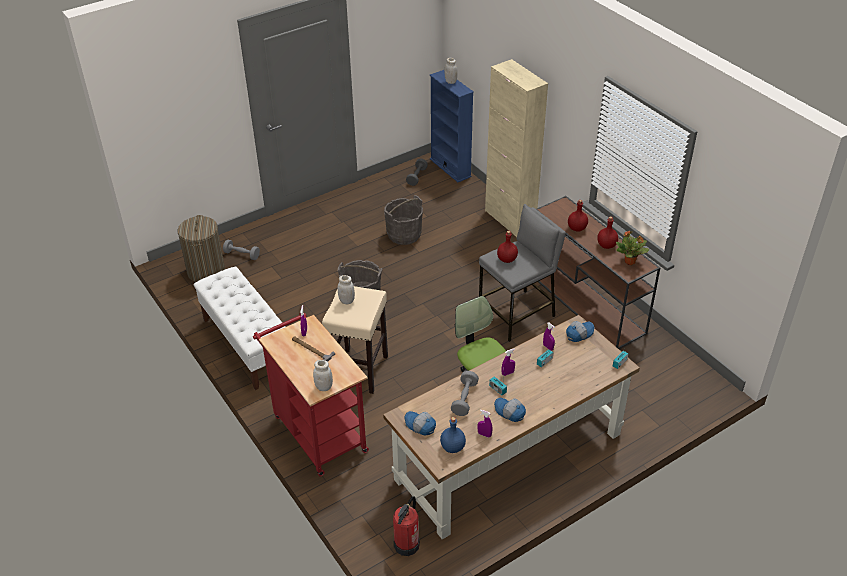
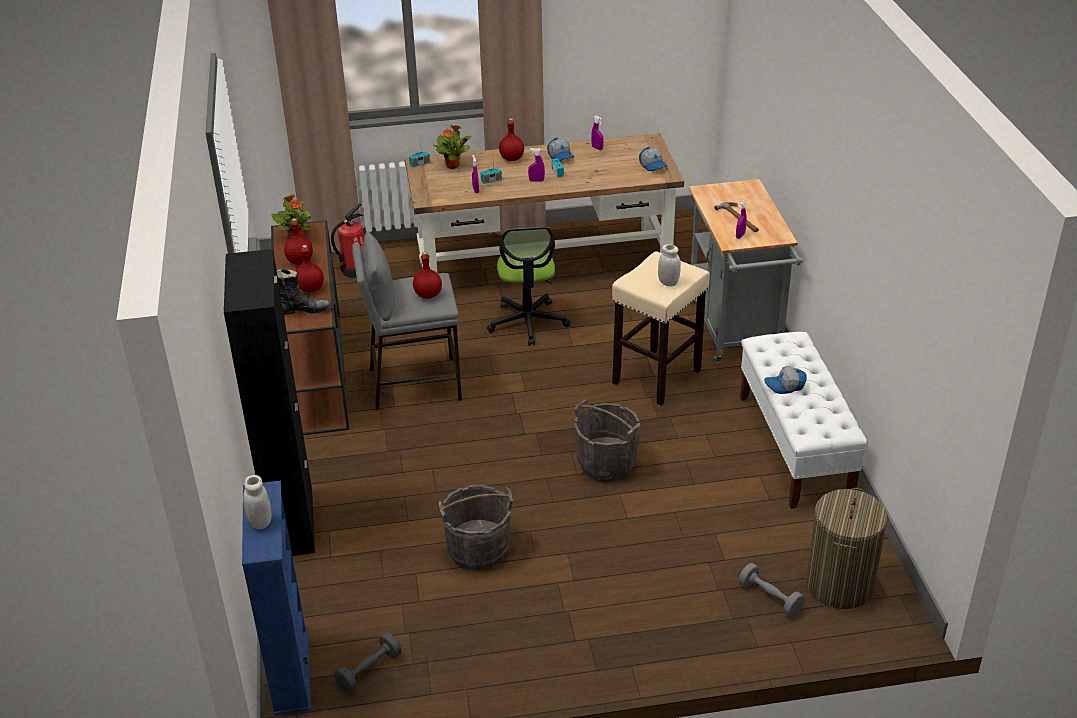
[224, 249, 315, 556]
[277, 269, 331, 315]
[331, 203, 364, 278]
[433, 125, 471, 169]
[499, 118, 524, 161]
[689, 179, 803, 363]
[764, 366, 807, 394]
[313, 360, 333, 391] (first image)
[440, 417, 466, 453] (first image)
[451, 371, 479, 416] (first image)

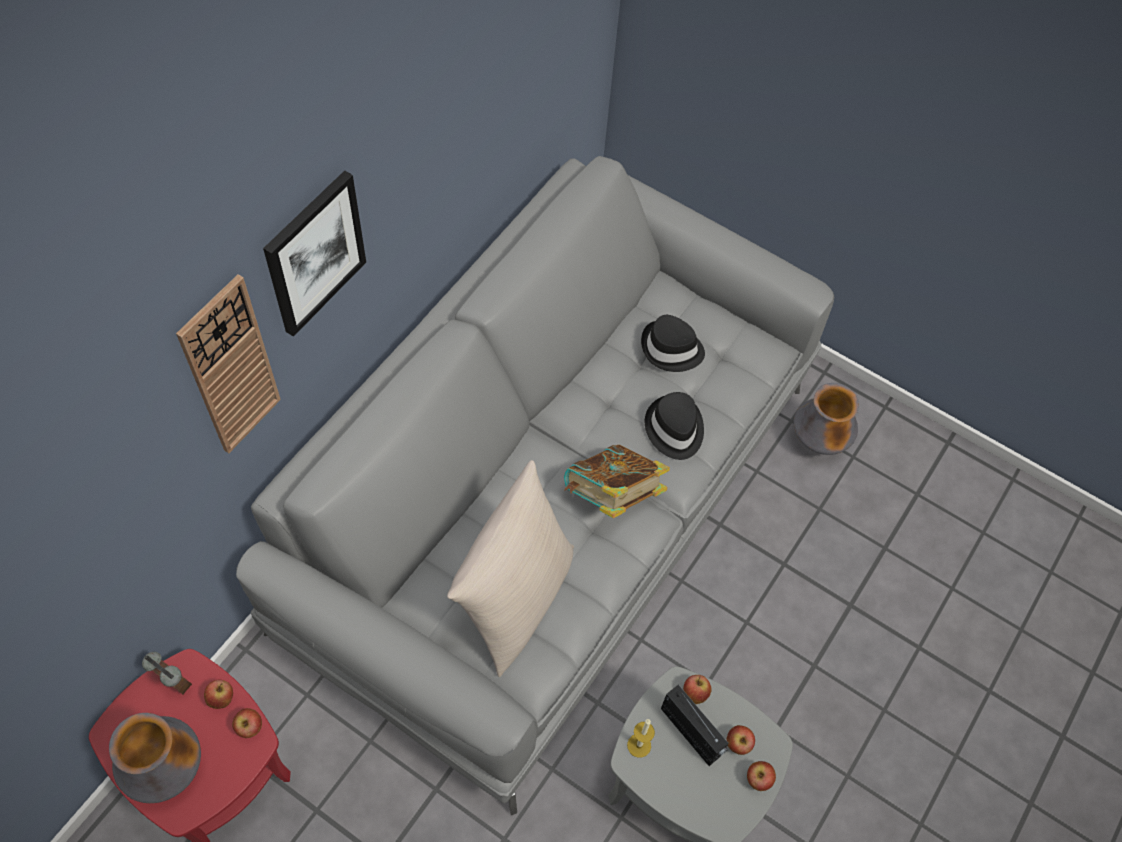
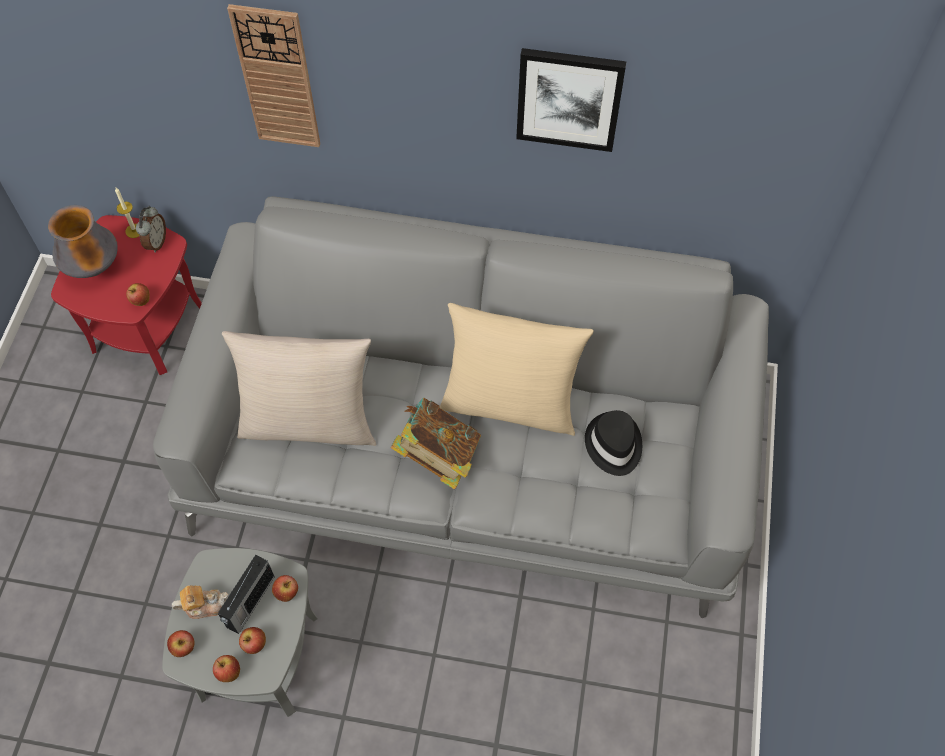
[115, 188, 139, 238]
[167, 630, 195, 657]
[172, 585, 228, 619]
[439, 303, 594, 436]
[516, 48, 626, 152]
[645, 392, 704, 460] (first image)
[794, 383, 859, 455] (first image)

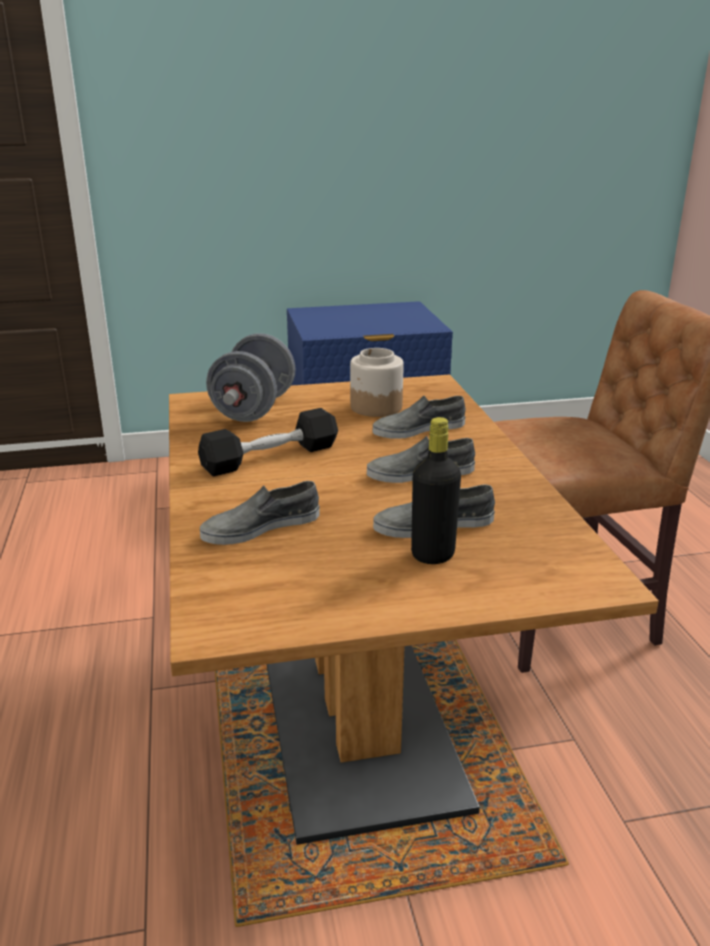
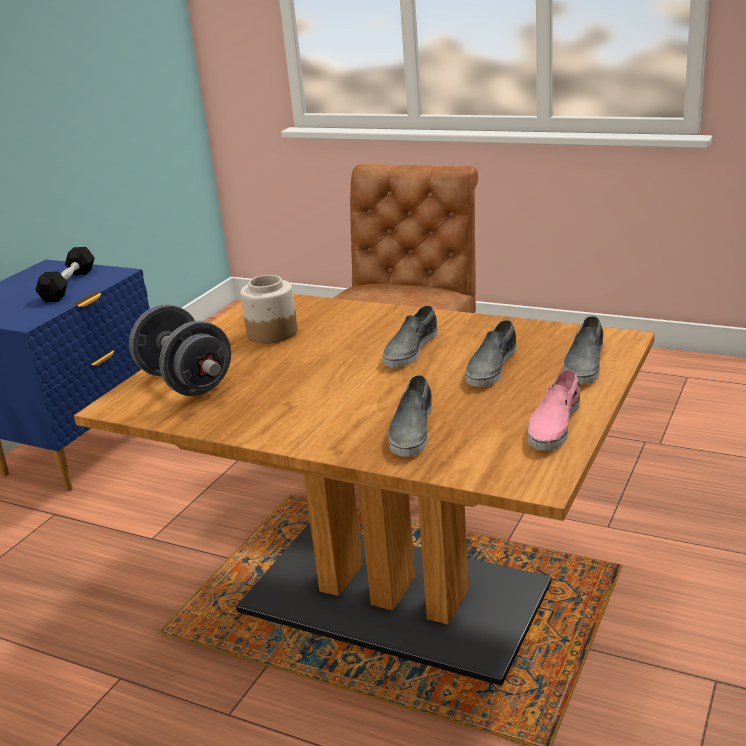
[35, 247, 95, 302]
[527, 370, 580, 451]
[563, 316, 603, 384]
[411, 417, 461, 564] (first image)

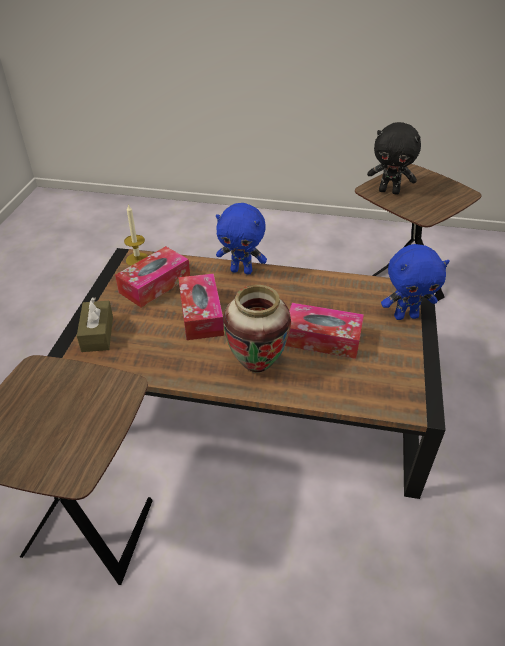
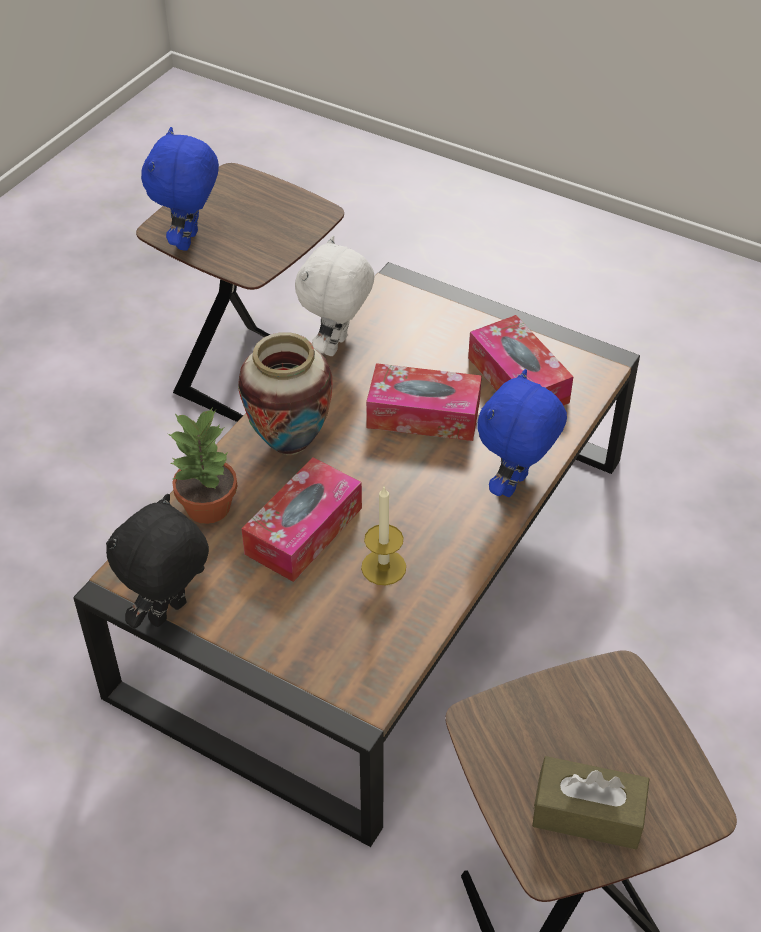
[106, 494, 209, 628]
[141, 127, 219, 251]
[168, 408, 237, 524]
[295, 235, 375, 356]
[361, 485, 406, 585]
[532, 756, 649, 849]

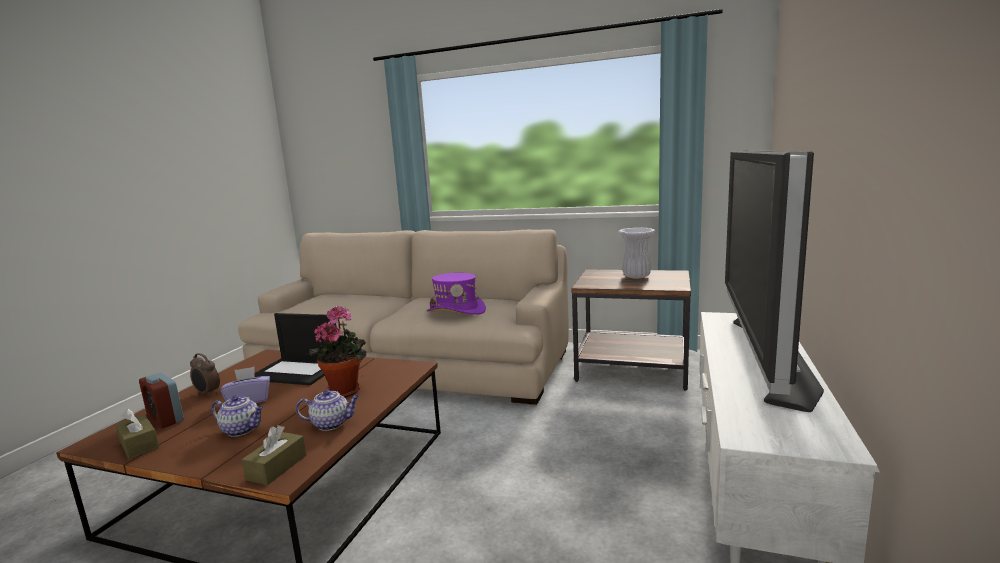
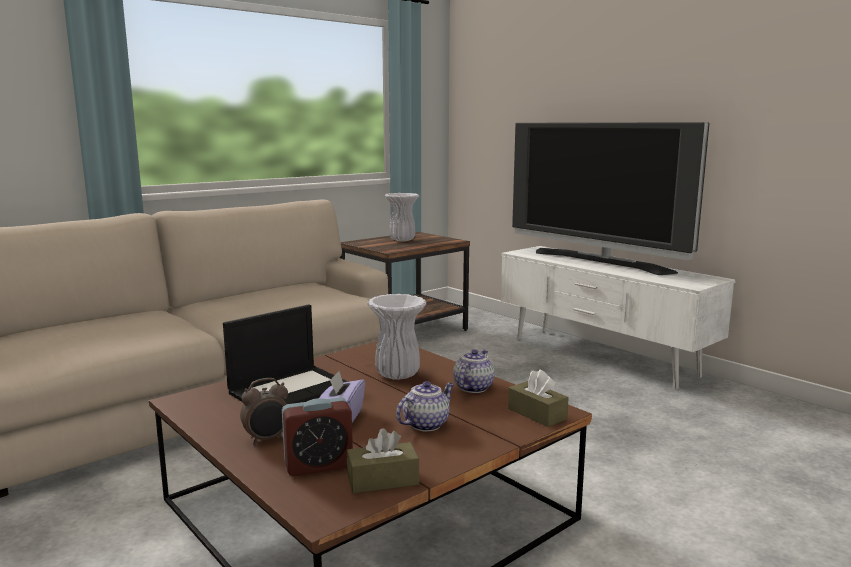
[367, 294, 426, 380]
[427, 273, 486, 315] (first image)

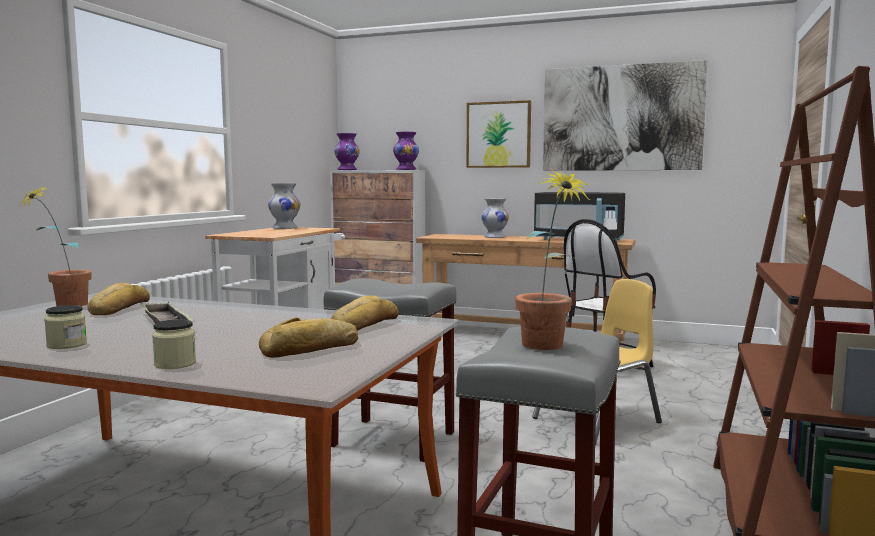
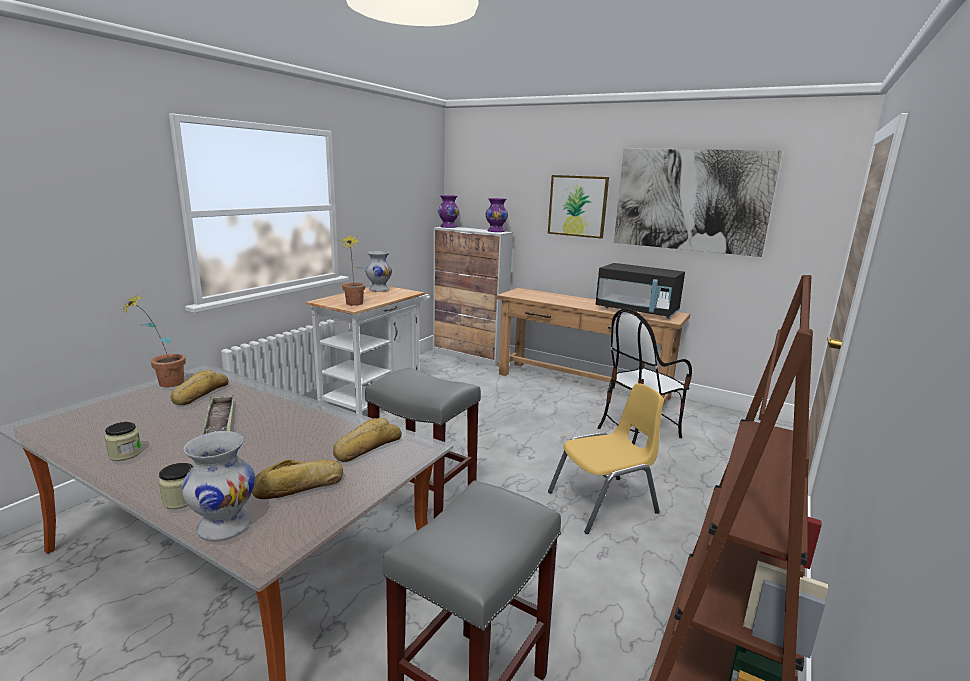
[182, 431, 255, 540]
[338, 235, 366, 306]

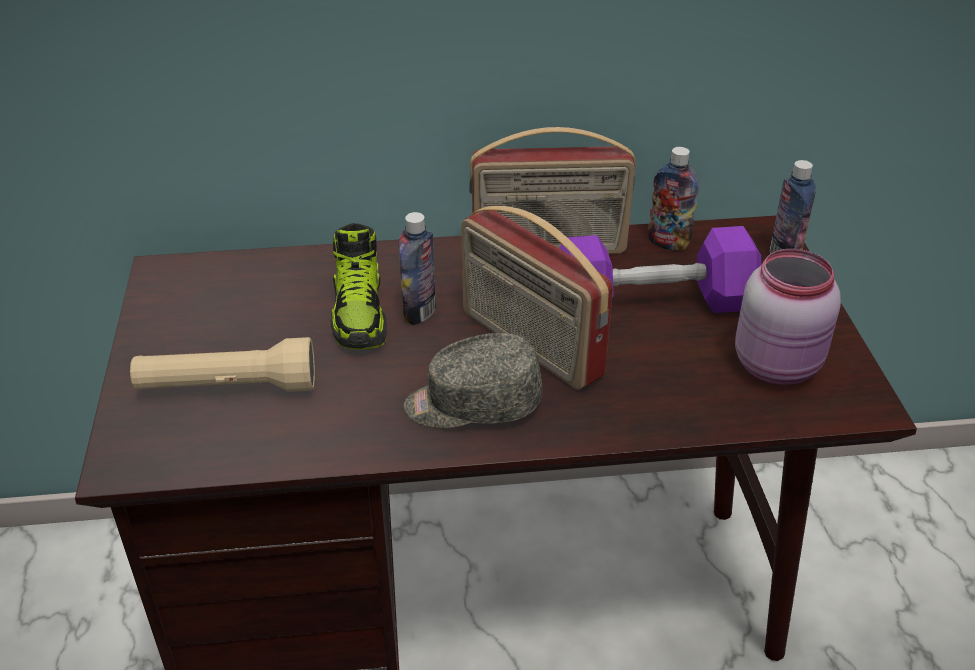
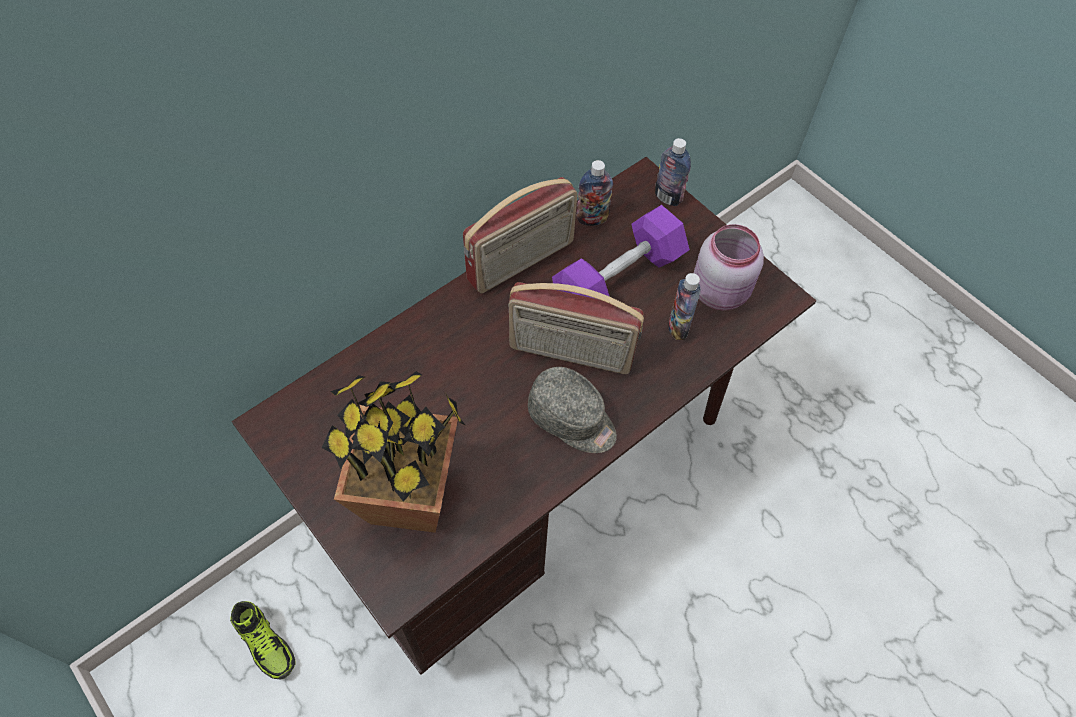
[230, 601, 296, 679]
[322, 371, 466, 533]
[528, 367, 617, 453]
[668, 273, 701, 340]

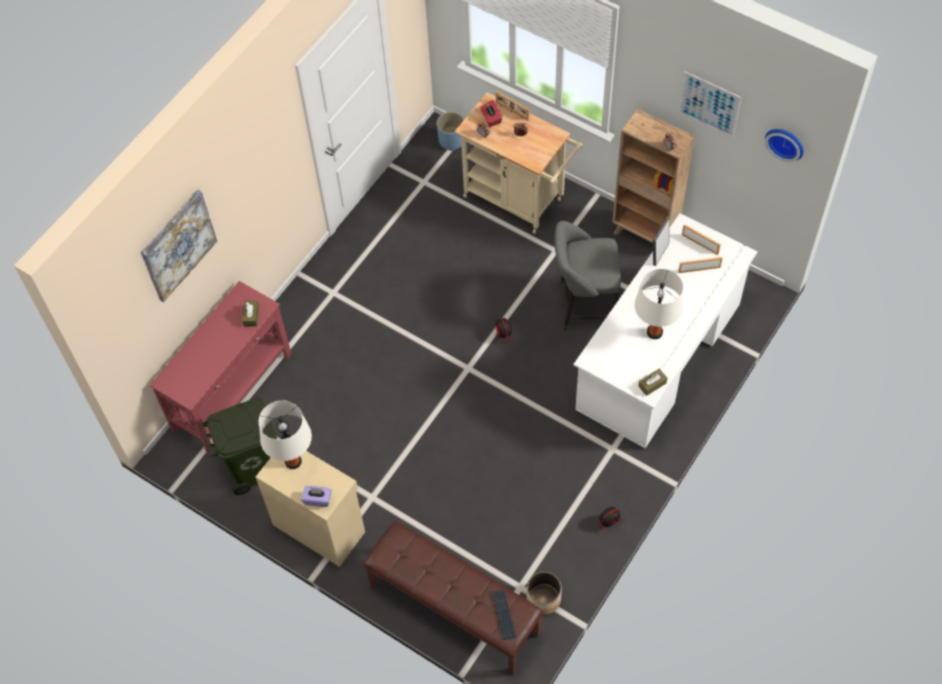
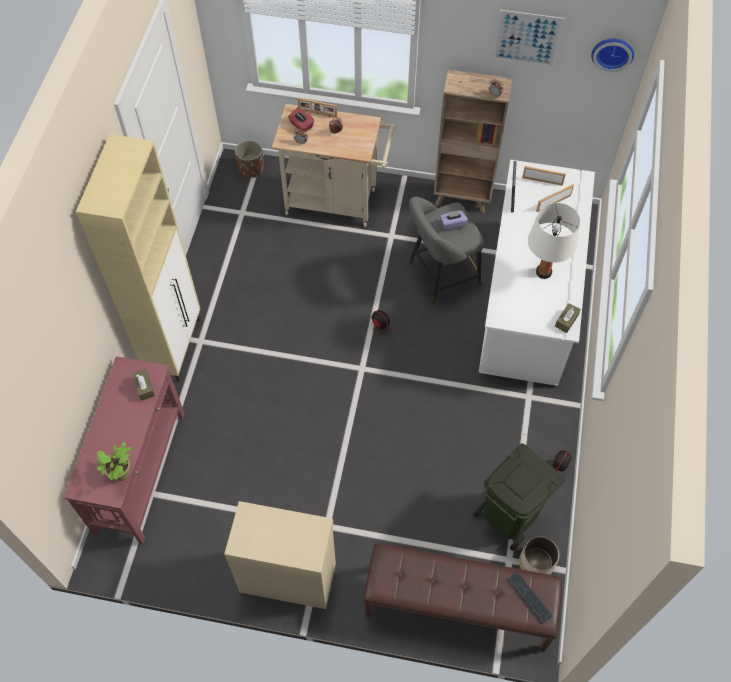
[76, 134, 200, 382]
[96, 442, 131, 481]
[235, 140, 264, 178]
[440, 210, 468, 231]
[473, 443, 565, 551]
[141, 189, 217, 302] (first image)
[259, 400, 312, 469] (first image)

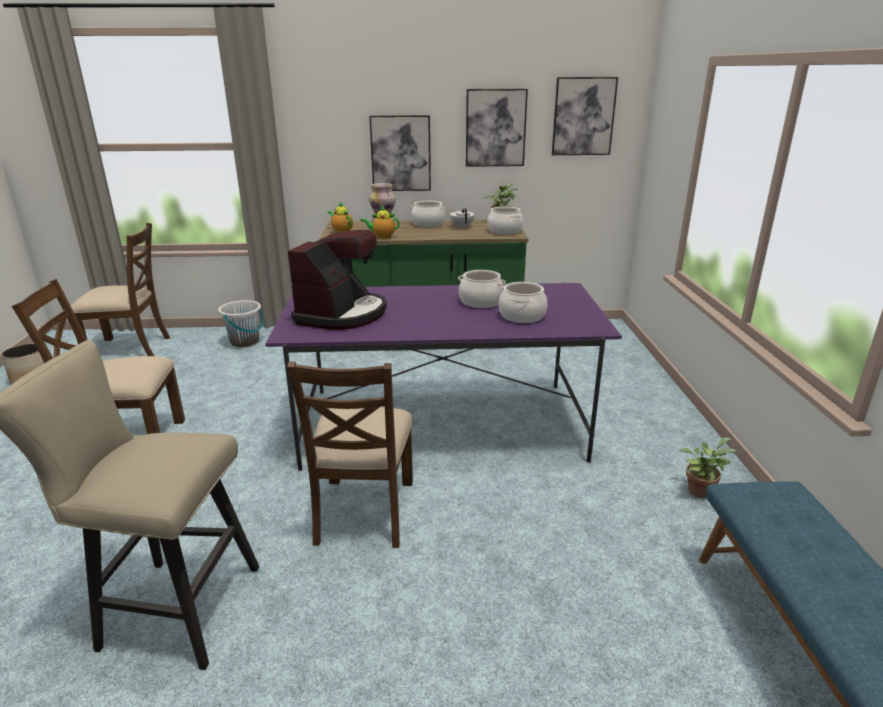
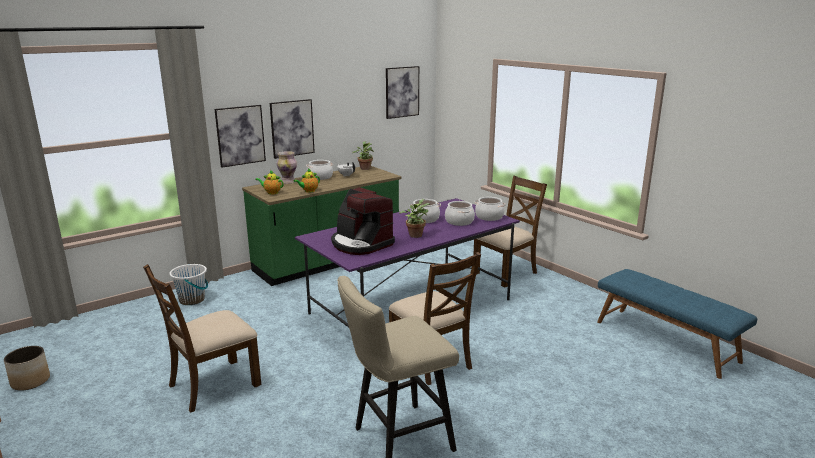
[215, 105, 266, 168]
[331, 187, 395, 255]
[399, 199, 430, 238]
[473, 175, 547, 287]
[475, 197, 506, 221]

